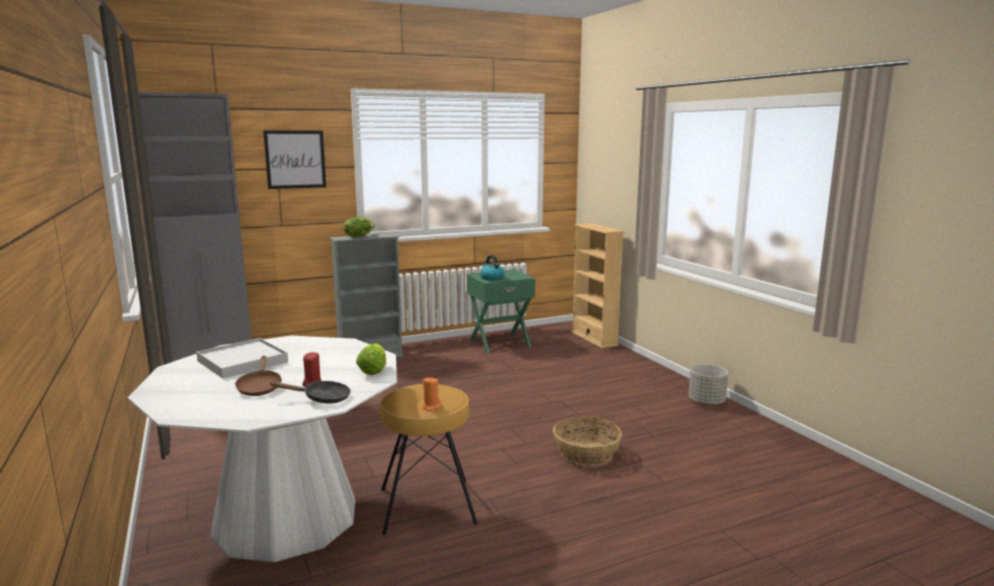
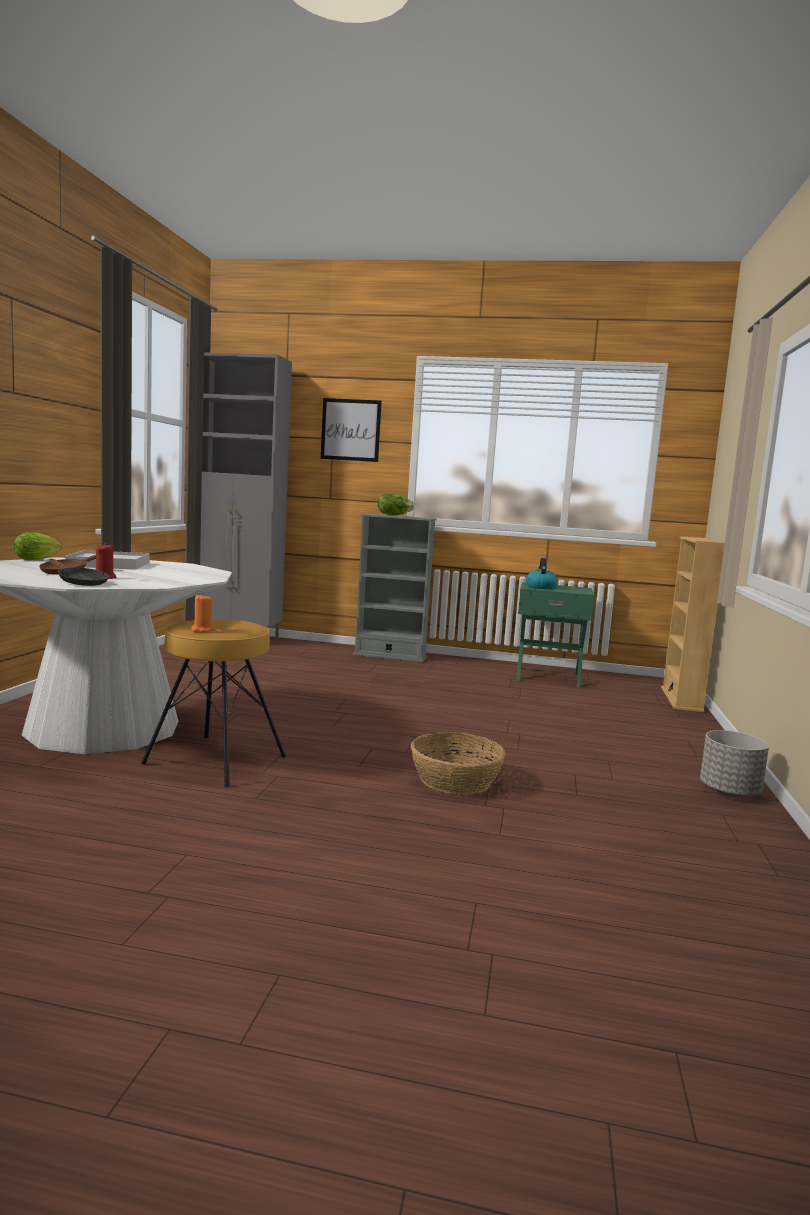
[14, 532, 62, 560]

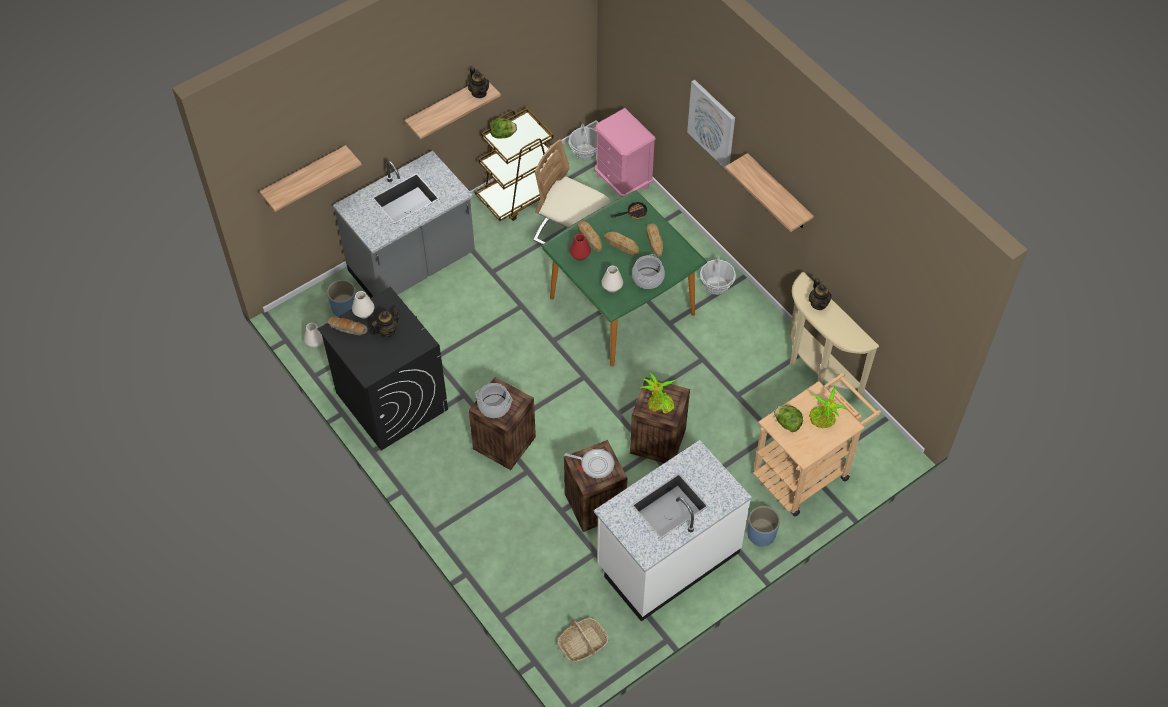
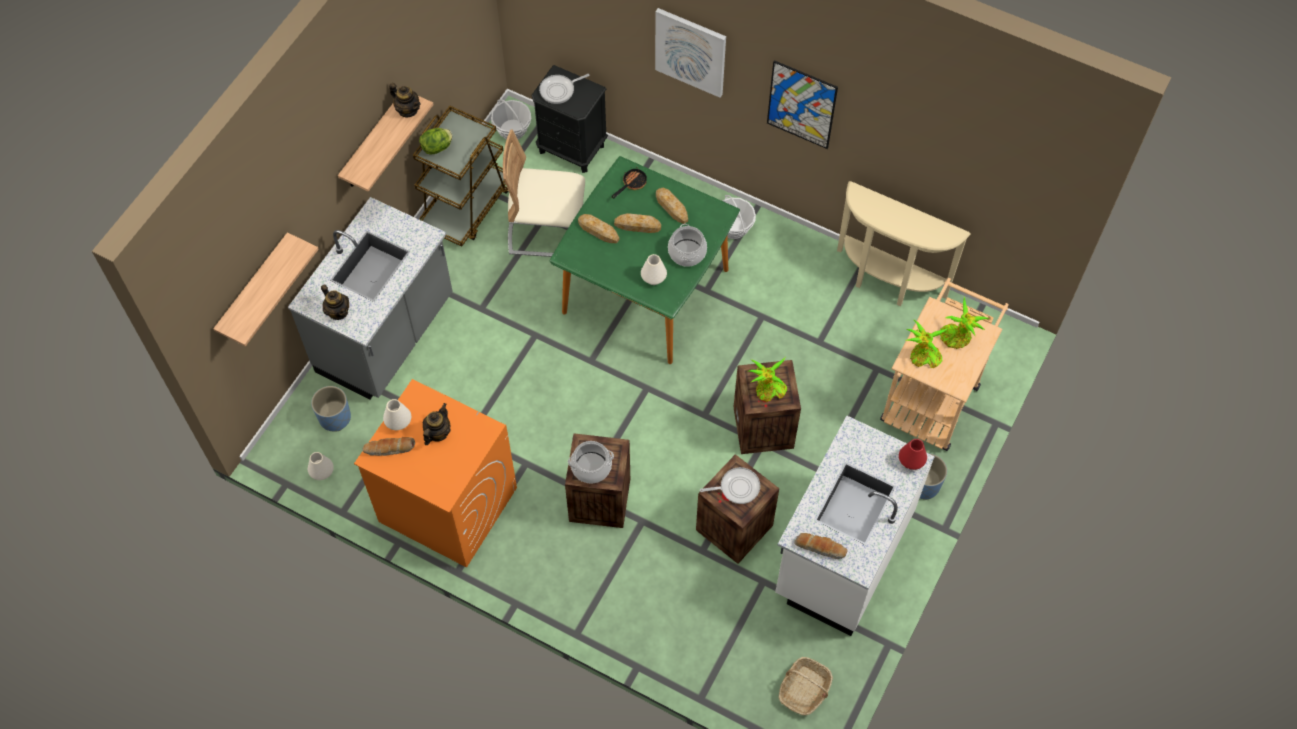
[321, 284, 349, 320]
[354, 379, 517, 567]
[531, 65, 608, 173]
[539, 74, 589, 104]
[767, 60, 838, 149]
[794, 533, 848, 559]
[899, 439, 927, 470]
[905, 319, 948, 368]

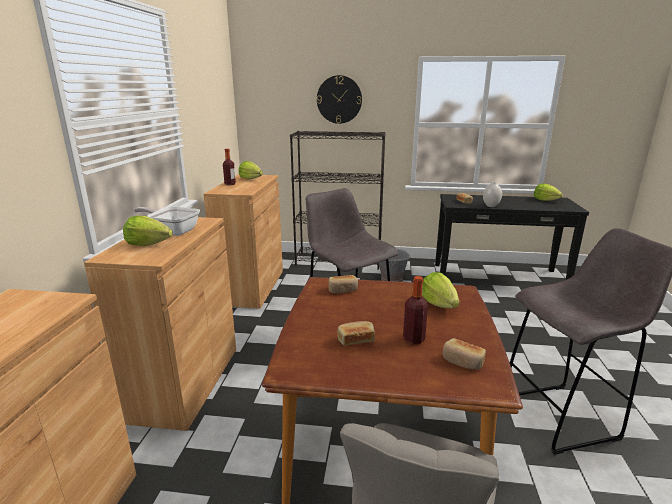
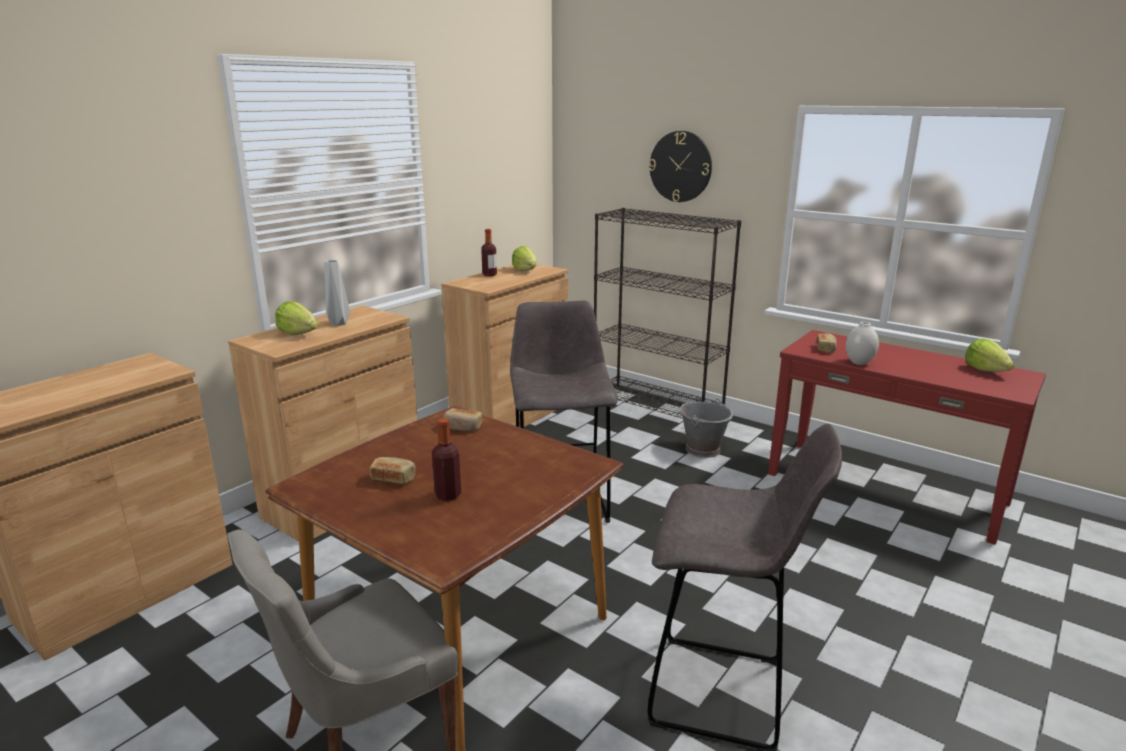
[324, 260, 350, 326]
[768, 330, 1046, 545]
[422, 272, 459, 308] (first image)
[443, 338, 486, 370] (first image)

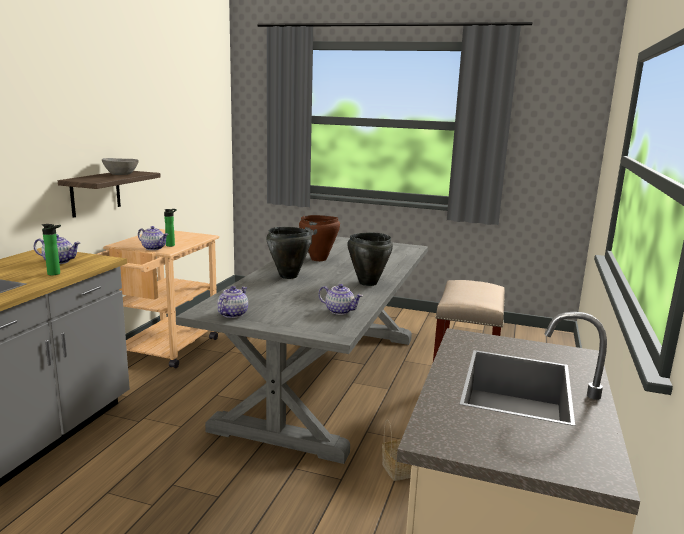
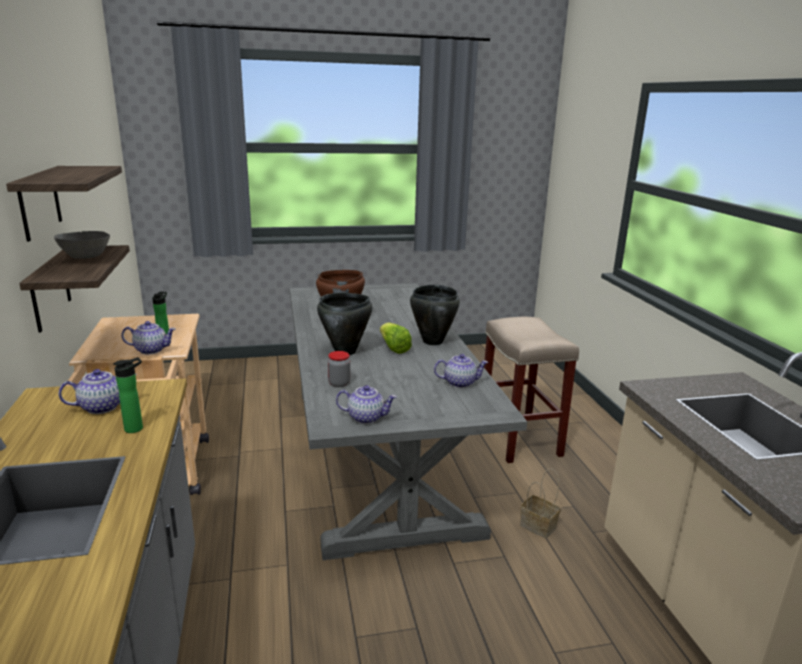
[6, 166, 122, 241]
[328, 351, 350, 387]
[336, 385, 397, 424]
[380, 322, 412, 354]

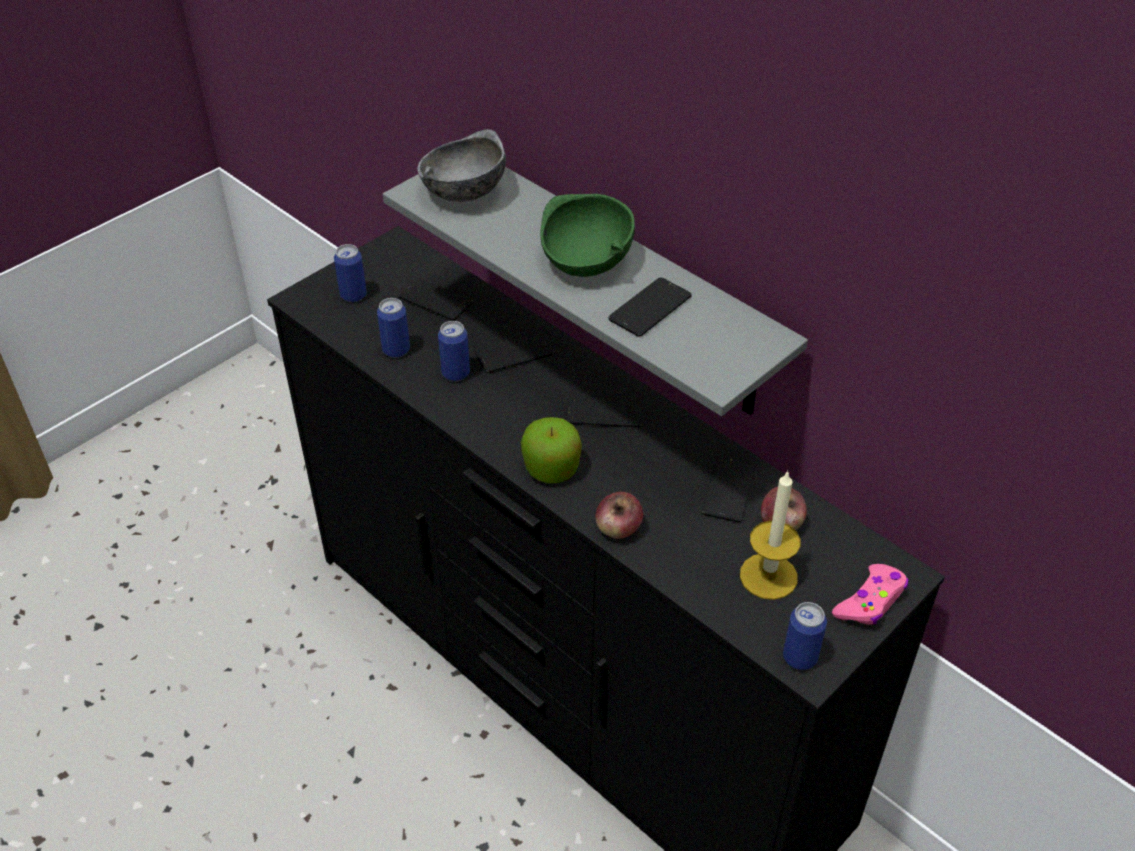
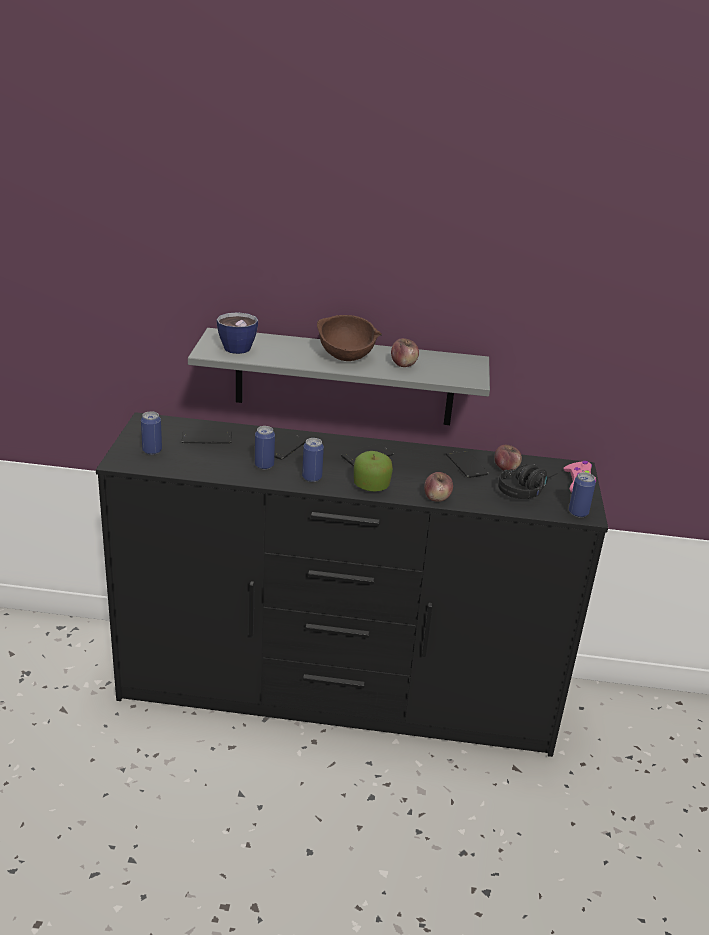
[216, 312, 258, 354]
[302, 438, 324, 482]
[317, 315, 382, 361]
[391, 338, 419, 367]
[498, 464, 558, 499]

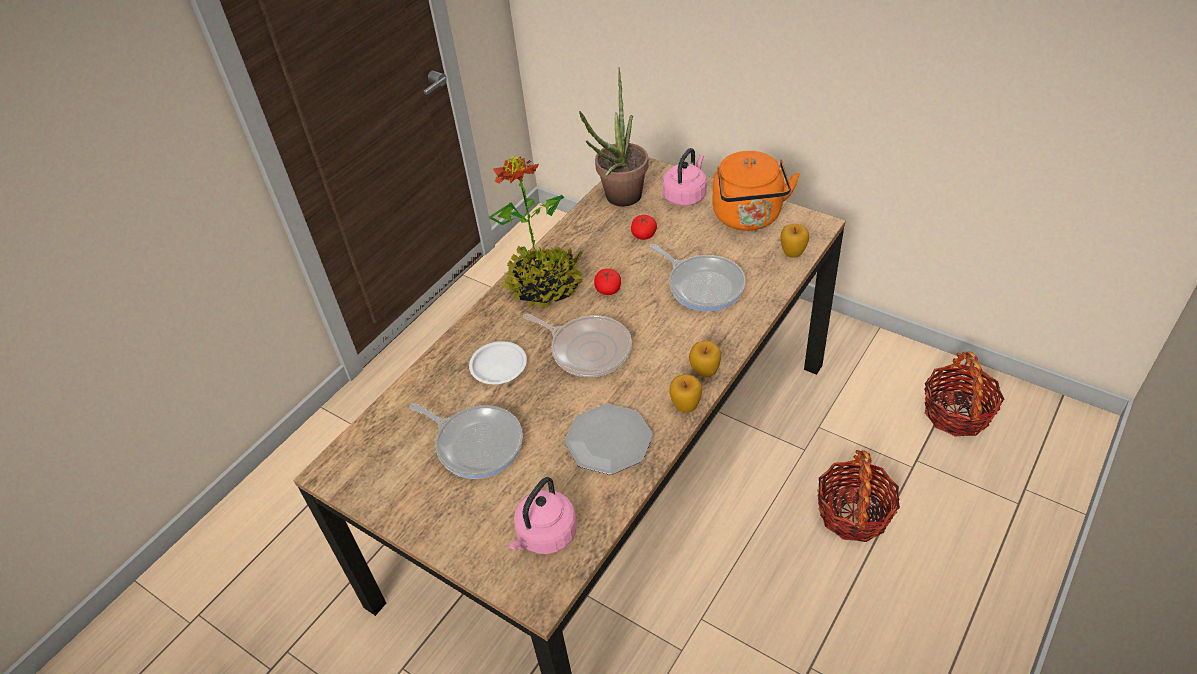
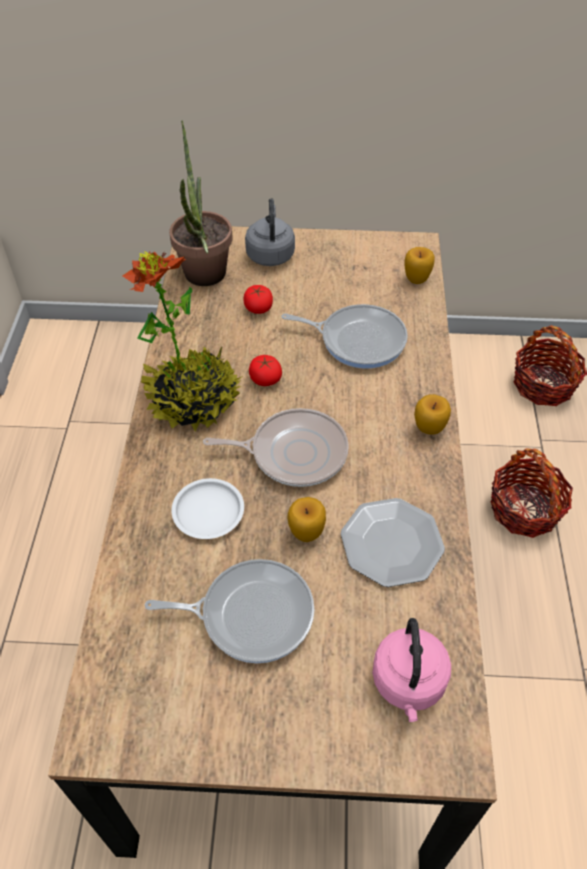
[245, 198, 295, 266]
[287, 497, 326, 542]
[712, 151, 800, 231] (first image)

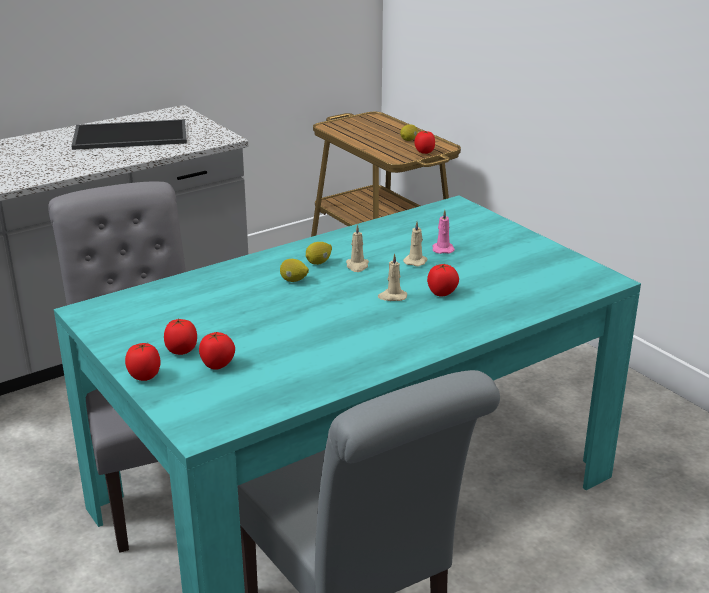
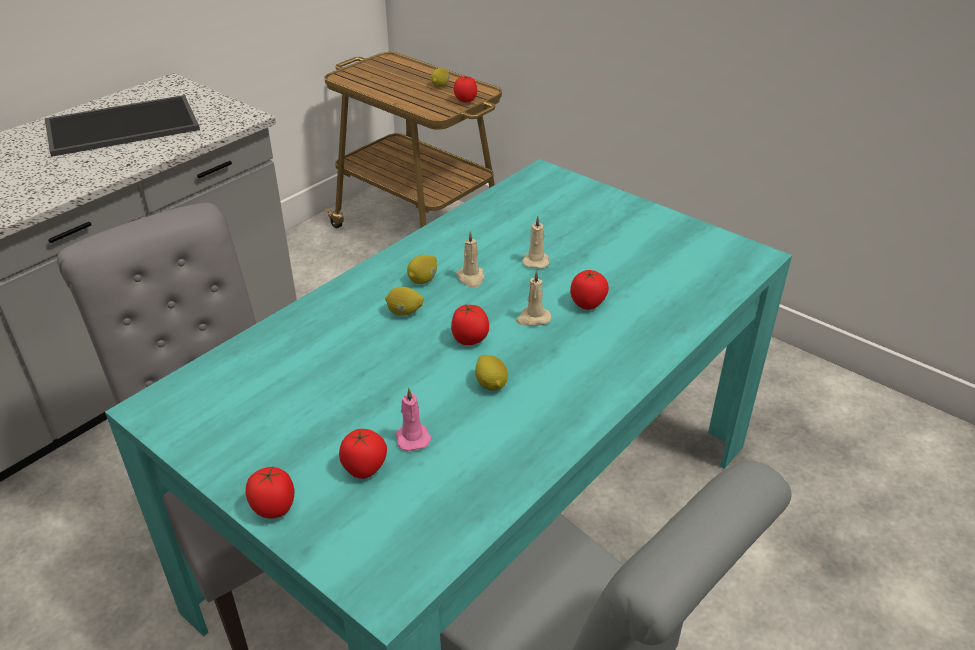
[395, 388, 431, 451]
[451, 305, 489, 345]
[475, 355, 508, 391]

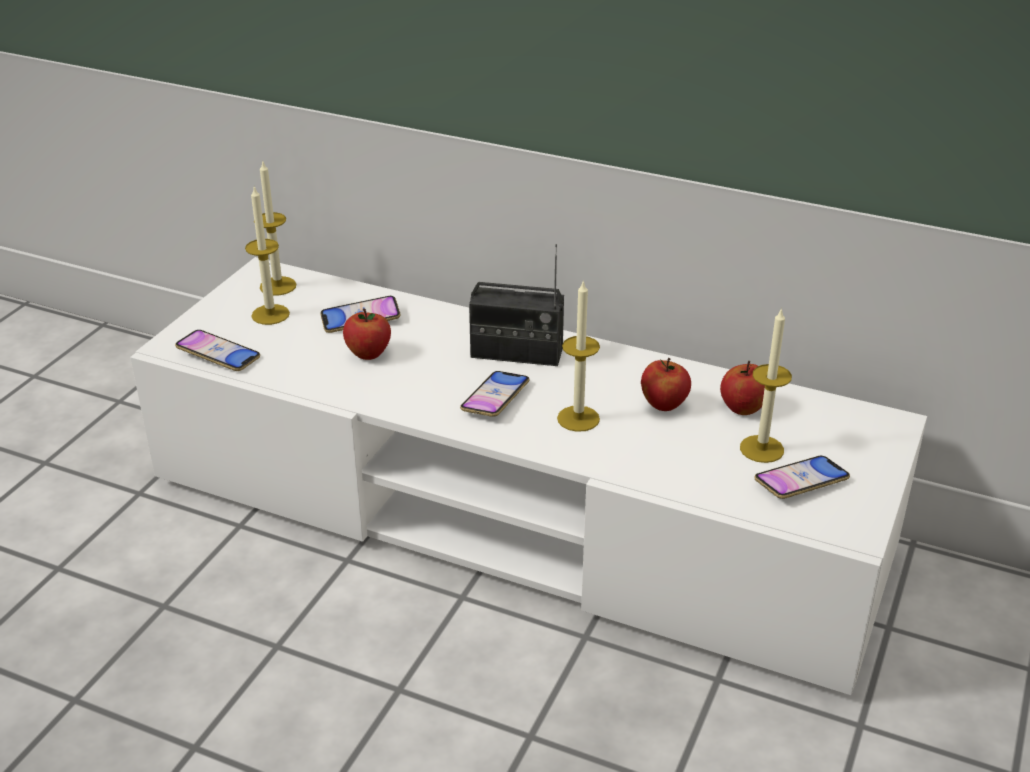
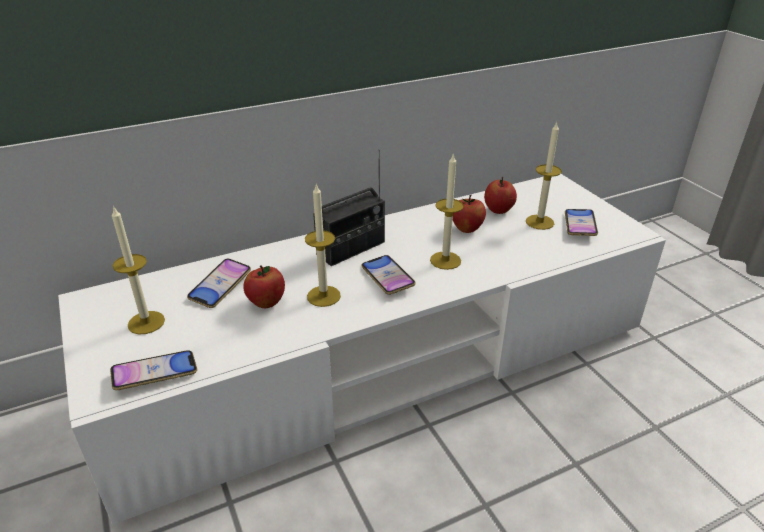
[305, 184, 341, 307]

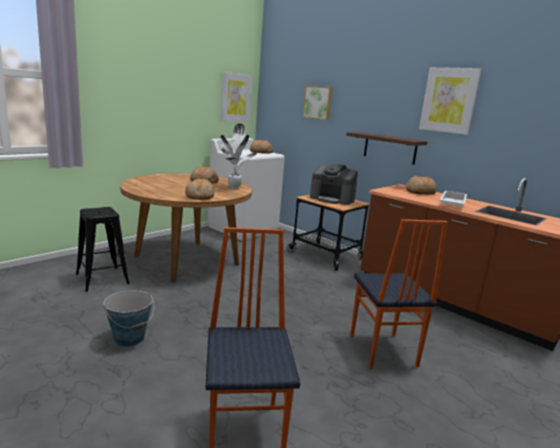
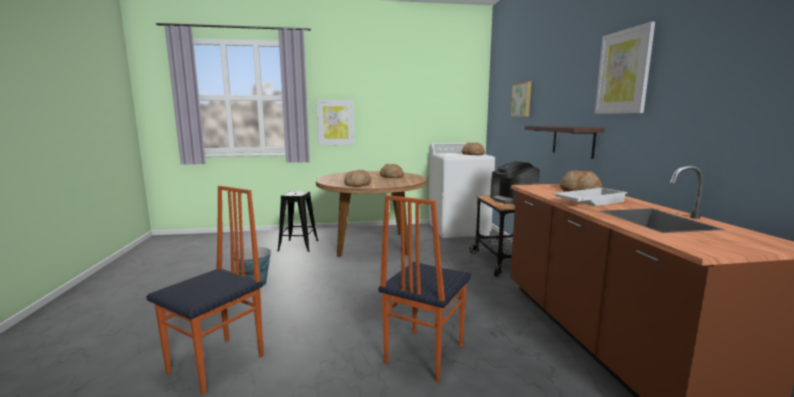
[316, 99, 355, 145]
[221, 123, 257, 189] (first image)

